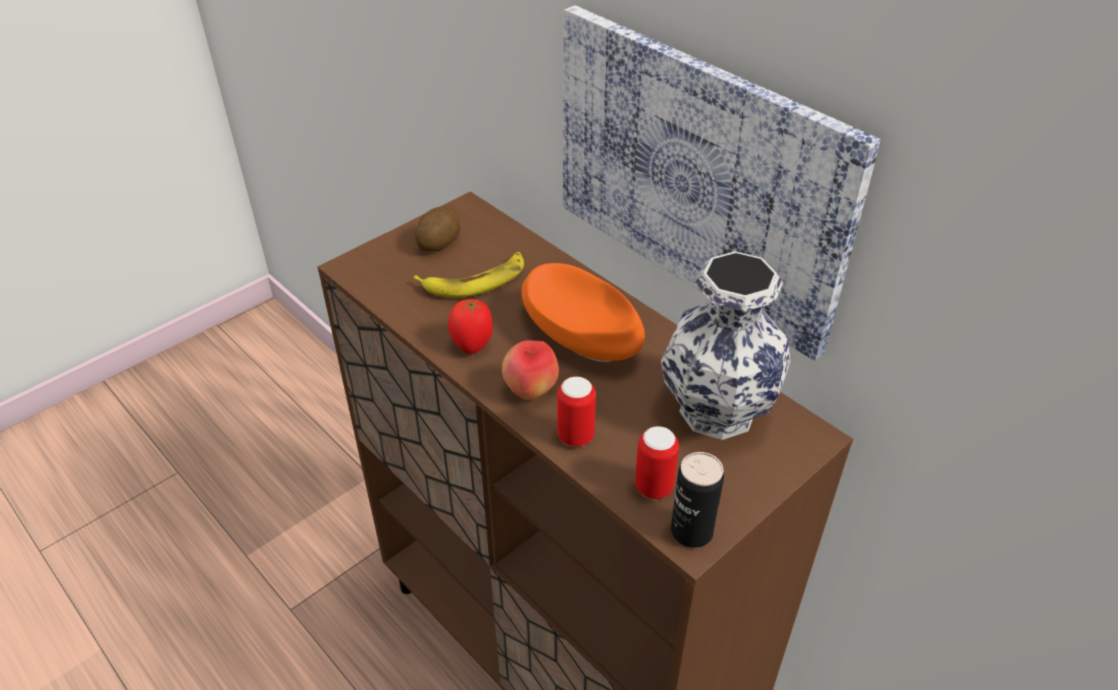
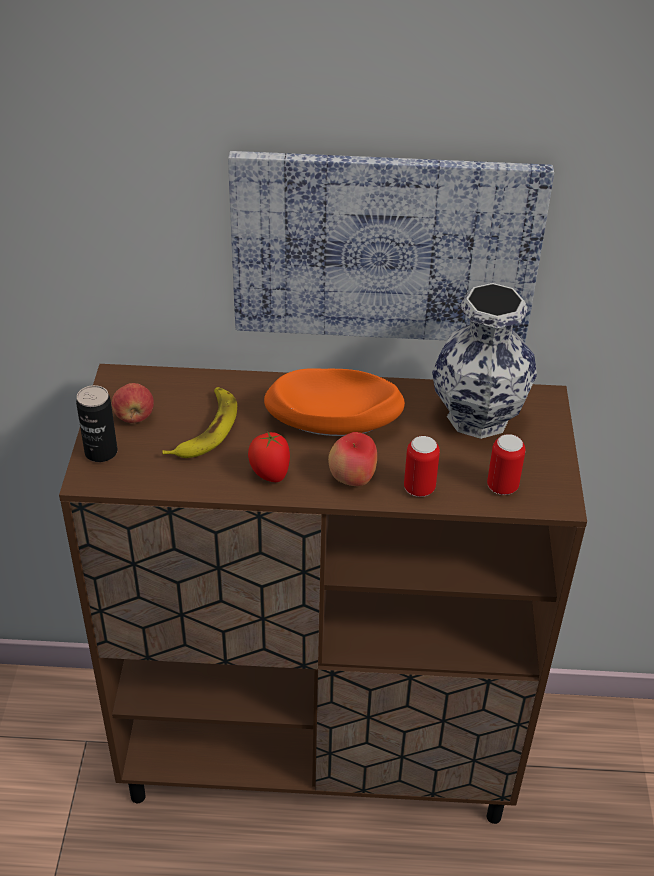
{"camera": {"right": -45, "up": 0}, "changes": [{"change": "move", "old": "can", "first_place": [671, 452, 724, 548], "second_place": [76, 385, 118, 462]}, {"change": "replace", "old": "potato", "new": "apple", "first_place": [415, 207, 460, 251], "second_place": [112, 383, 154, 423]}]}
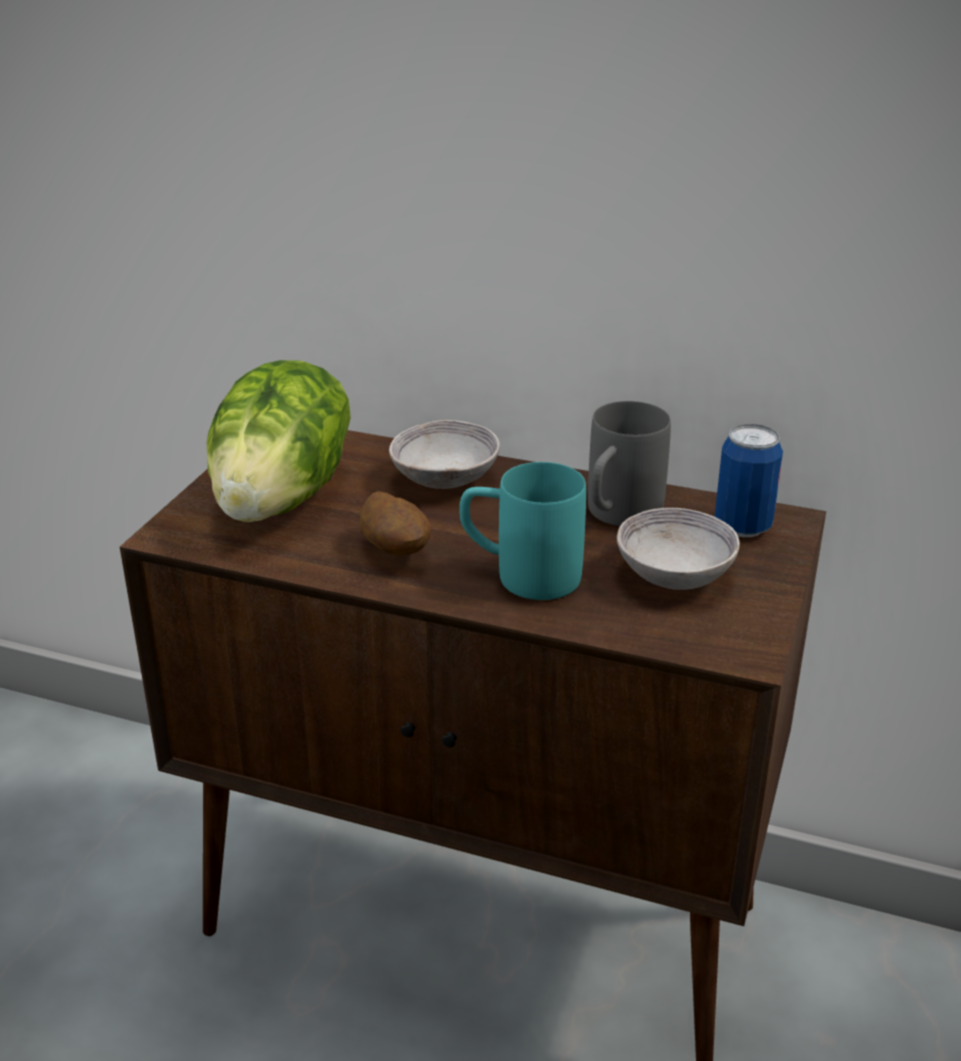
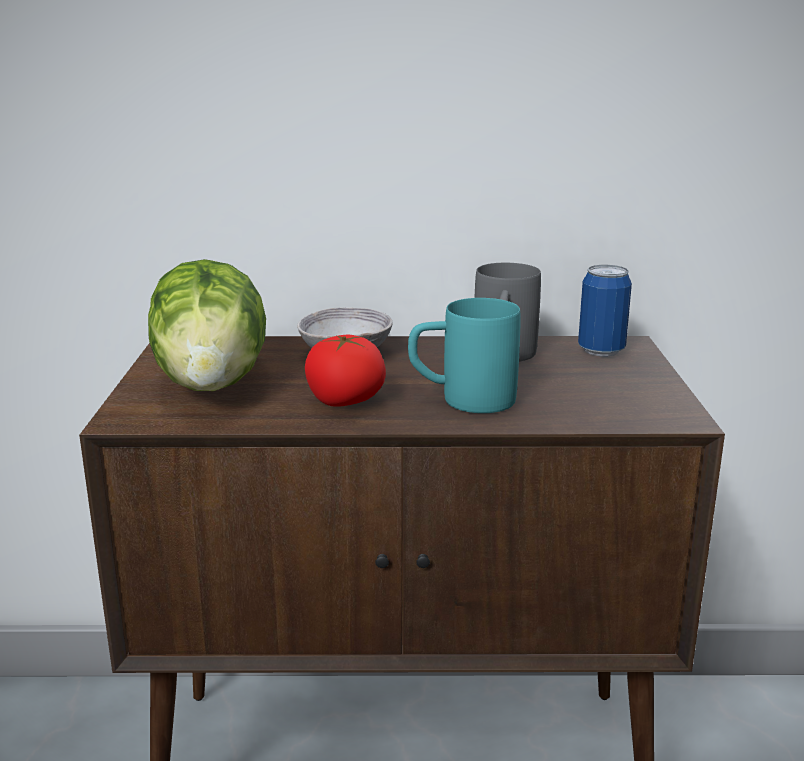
{"camera": {"right": -20, "up": -10}, "changes": [{"change": "delete", "old": "greyish serving bowl", "first_place": [617, 508, 740, 590]}, {"change": "replace", "old": "potato", "new": "tomato", "first_place": [360, 491, 431, 556], "second_place": [305, 335, 386, 407]}]}
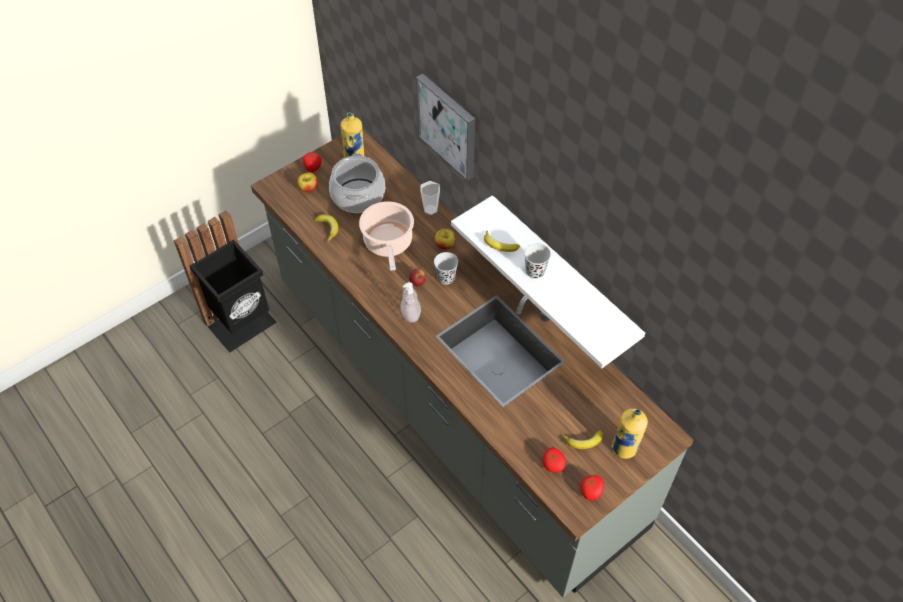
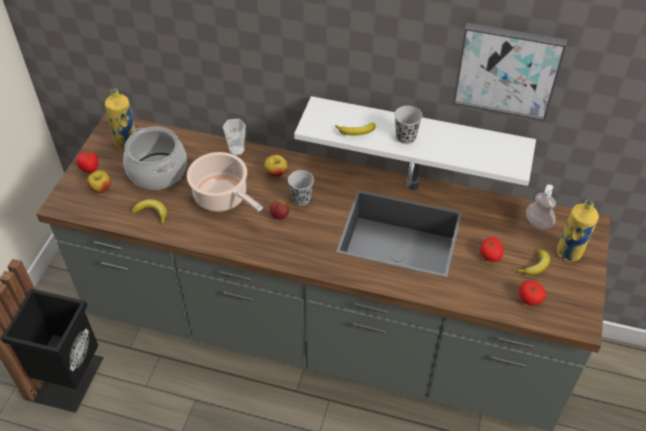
{"camera": {"right": -35, "up": -5}, "changes": [{"change": "move", "old": "soap dispenser", "first_place": [401, 282, 421, 323], "second_place": [526, 184, 556, 230]}, {"change": "move", "old": "wall art", "first_place": [416, 74, 475, 181], "second_place": [453, 23, 567, 121]}, {"change": "move", "old": "tomato", "first_place": [580, 475, 604, 501], "second_place": [480, 237, 503, 262]}]}
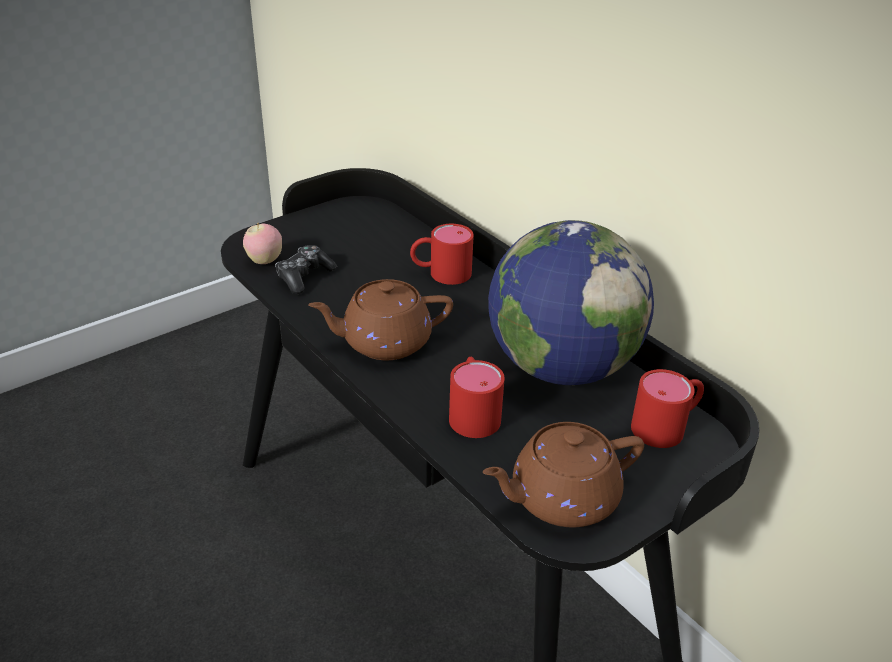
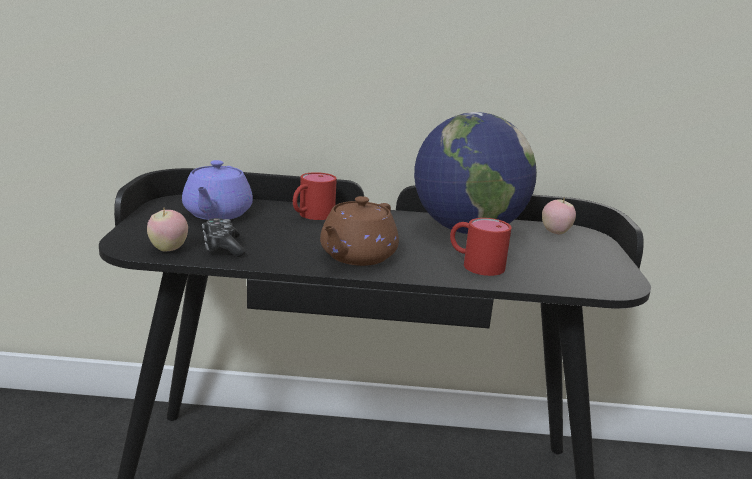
{"camera": {"right": -50, "up": -15}, "changes": [{"change": "delete", "old": "brownish tea pot", "first_place": [483, 422, 644, 528]}, {"change": "insert", "new": "purple tea pot", "second_place": [182, 160, 253, 220]}, {"change": "replace", "old": "red-coloured mug", "new": "apple", "first_place": [631, 369, 704, 448], "second_place": [542, 199, 576, 234]}]}
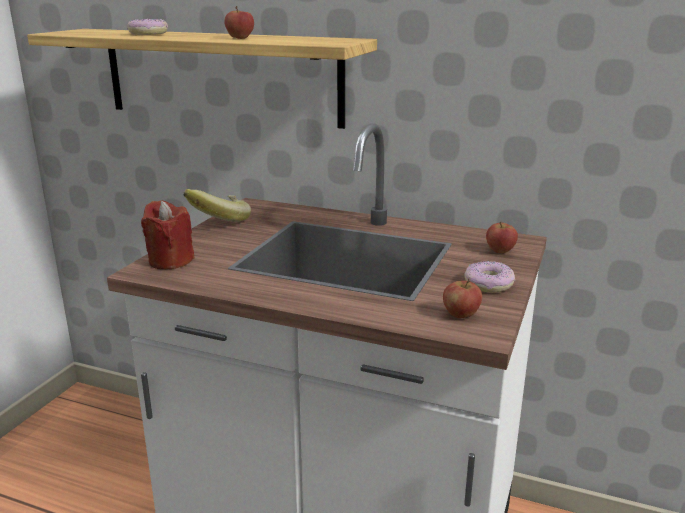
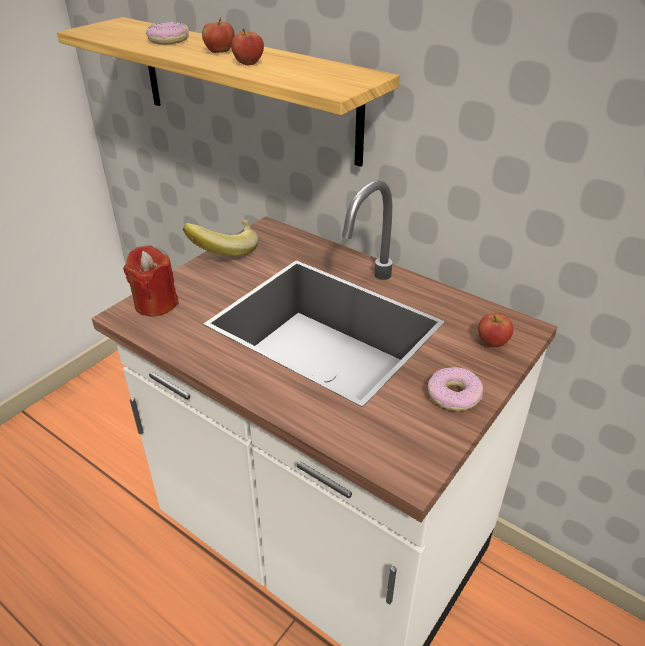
{"camera": {"right": 15, "up": 15}, "changes": [{"change": "move", "old": "apple", "first_place": [443, 278, 482, 318], "second_place": [202, 17, 235, 53]}]}
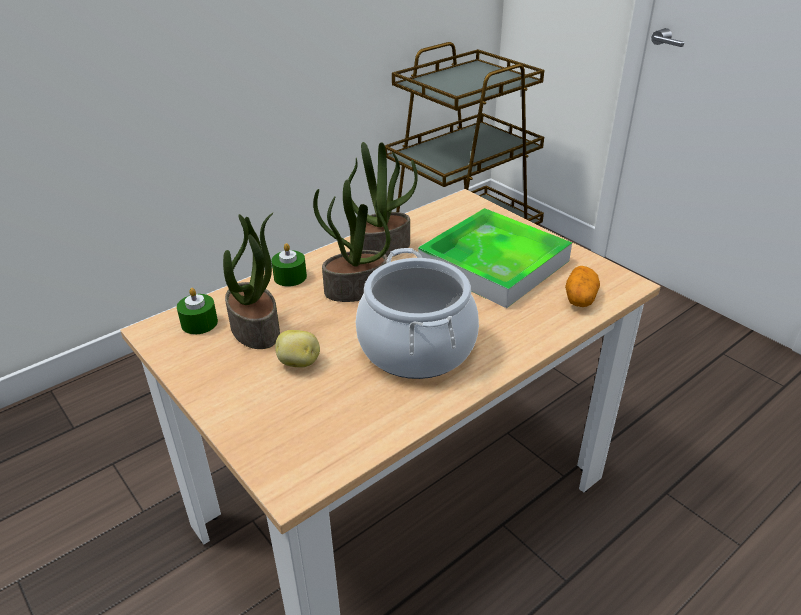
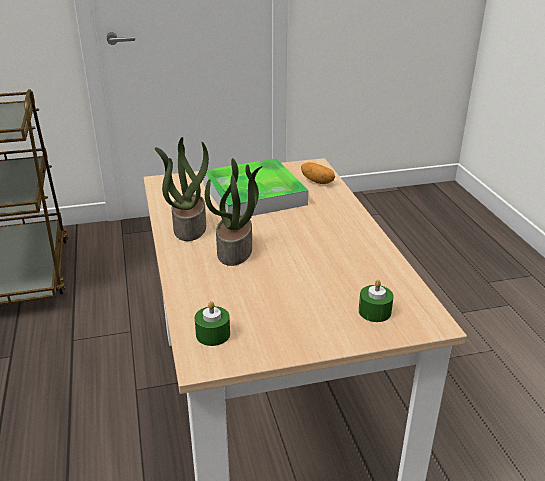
{"camera": {"right": -65, "up": -5}, "changes": [{"change": "delete", "old": "plant in a pot", "first_place": [223, 212, 280, 349]}, {"change": "delete", "old": "potato", "first_place": [275, 330, 320, 368]}, {"change": "delete", "old": "saucepot", "first_place": [356, 248, 479, 379]}, {"change": "move", "old": "green-coloured wax light", "first_place": [272, 243, 307, 287], "second_place": [359, 279, 394, 322]}]}
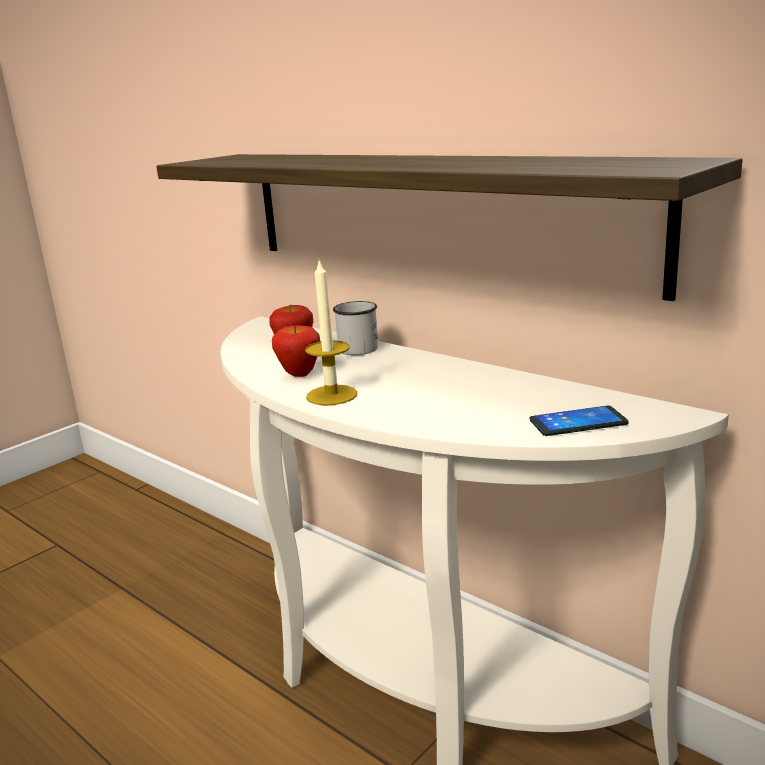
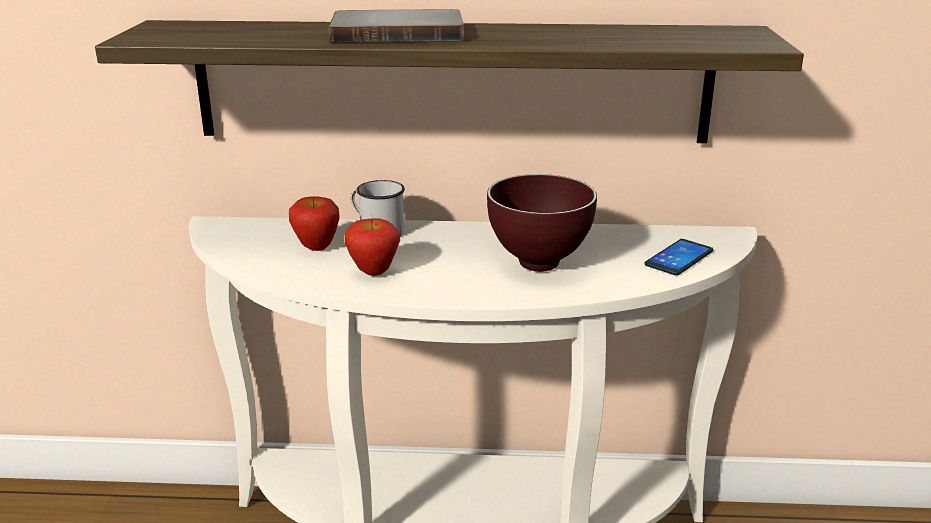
{"camera": {"right": -40, "up": 5}, "changes": [{"change": "delete", "old": "wax light", "first_place": [305, 260, 357, 406]}, {"change": "insert", "new": "greyish bound book", "second_place": [329, 9, 464, 43]}, {"change": "insert", "new": "brownish serving bowl", "second_place": [487, 174, 597, 272]}]}
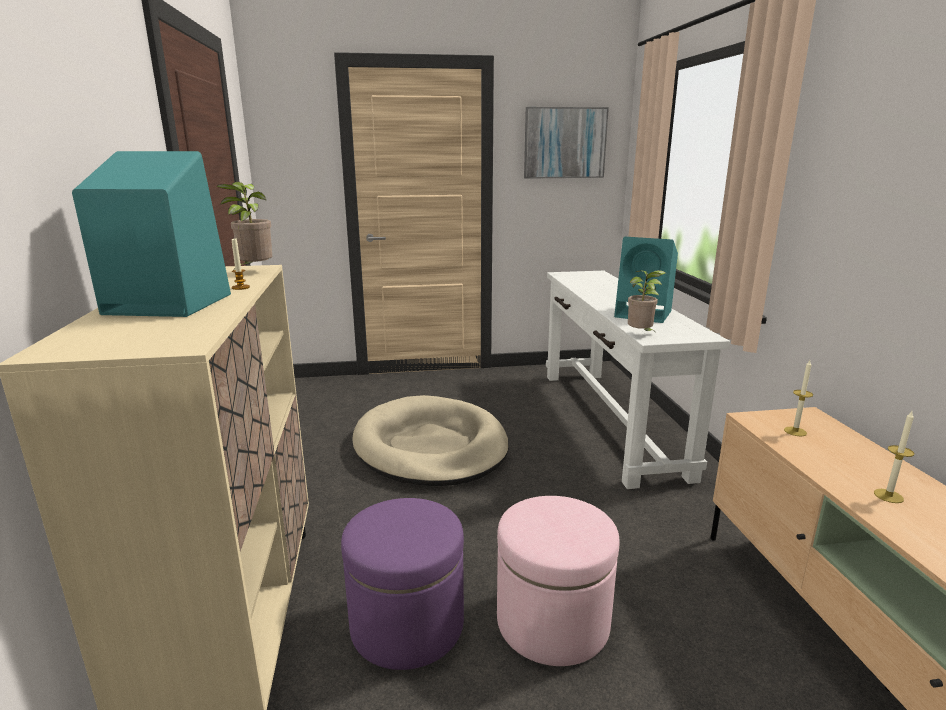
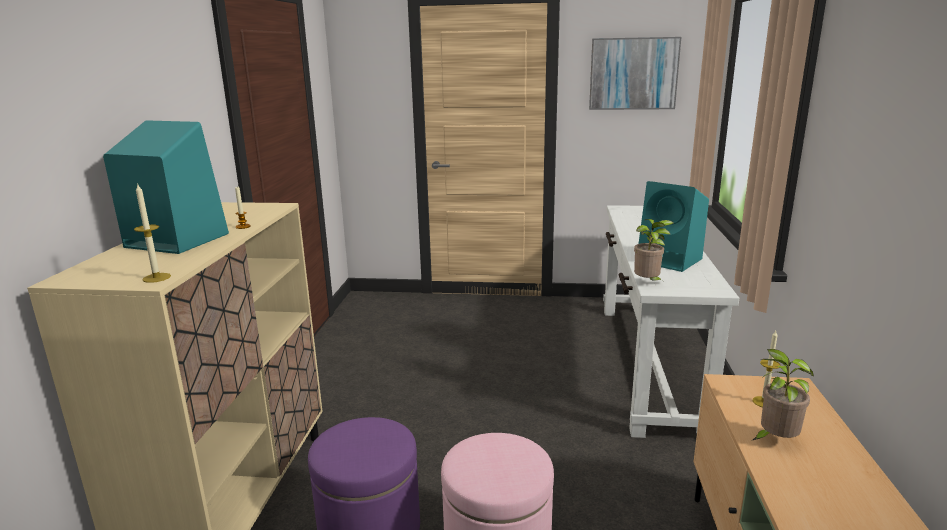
{"camera": {"right": 15, "up": 0}, "changes": [{"change": "delete", "old": "sand-coloured dog bed", "first_place": [352, 395, 509, 486]}, {"change": "move", "old": "plant in a pot", "first_place": [216, 182, 272, 270], "second_place": [753, 349, 814, 440]}, {"change": "move", "old": "wax light", "first_place": [874, 411, 914, 503], "second_place": [134, 183, 171, 283]}]}
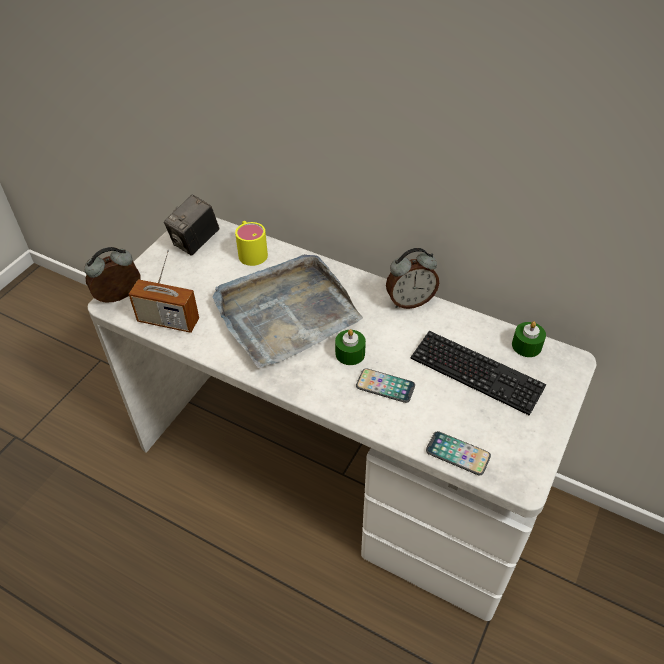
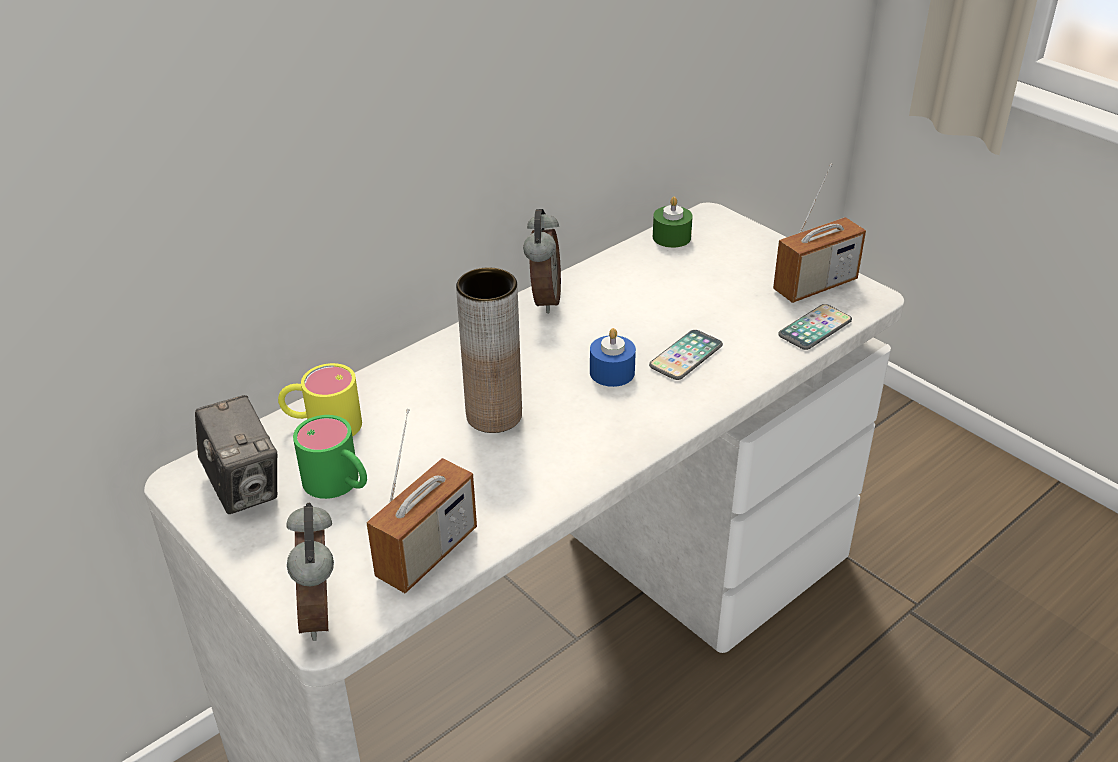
{"camera": {"right": -70, "up": -10}, "changes": [{"change": "delete", "old": "computer keyboard", "first_place": [411, 331, 547, 416]}, {"change": "insert", "new": "green-coloured mug", "second_place": [293, 415, 367, 499]}, {"change": "insert", "new": "radio set", "second_place": [773, 164, 866, 303]}, {"change": "replace", "old": "greyish carrying tray", "new": "brownish decorative vase", "first_place": [212, 254, 363, 368], "second_place": [456, 268, 522, 433]}, {"change": "recolor", "old": "green-coloured wax light", "new": "blue-coloured wax light", "first_place": [335, 329, 366, 365], "second_place": [590, 328, 636, 387]}]}
